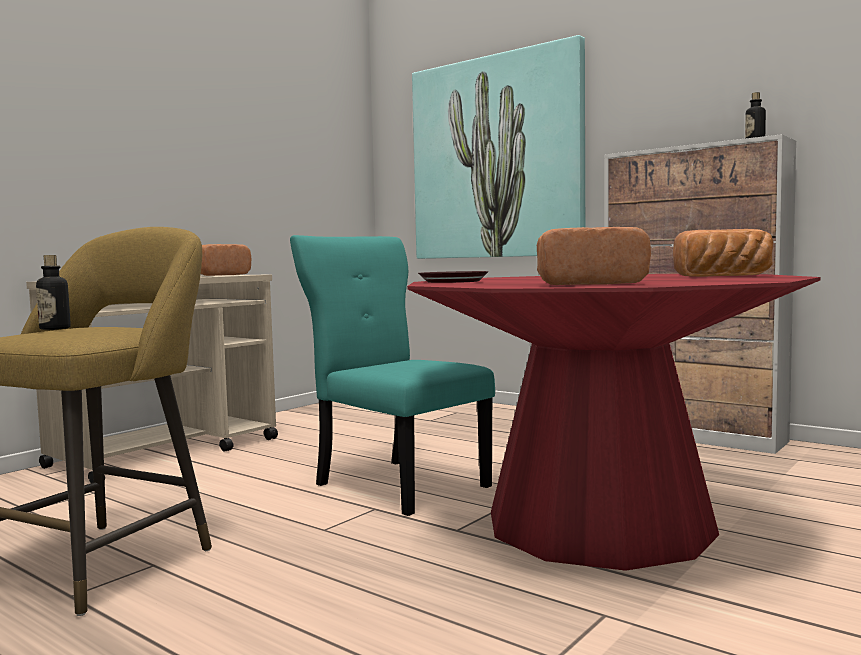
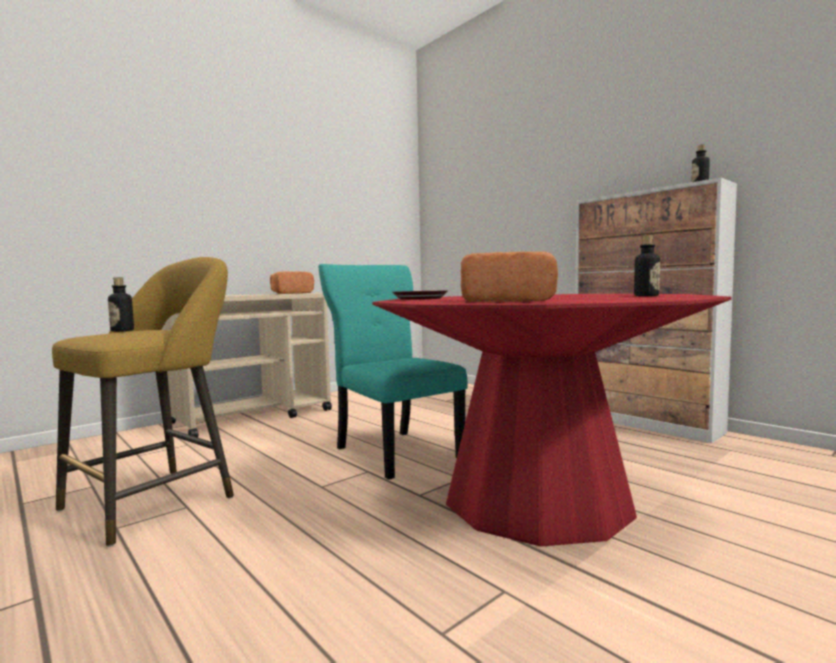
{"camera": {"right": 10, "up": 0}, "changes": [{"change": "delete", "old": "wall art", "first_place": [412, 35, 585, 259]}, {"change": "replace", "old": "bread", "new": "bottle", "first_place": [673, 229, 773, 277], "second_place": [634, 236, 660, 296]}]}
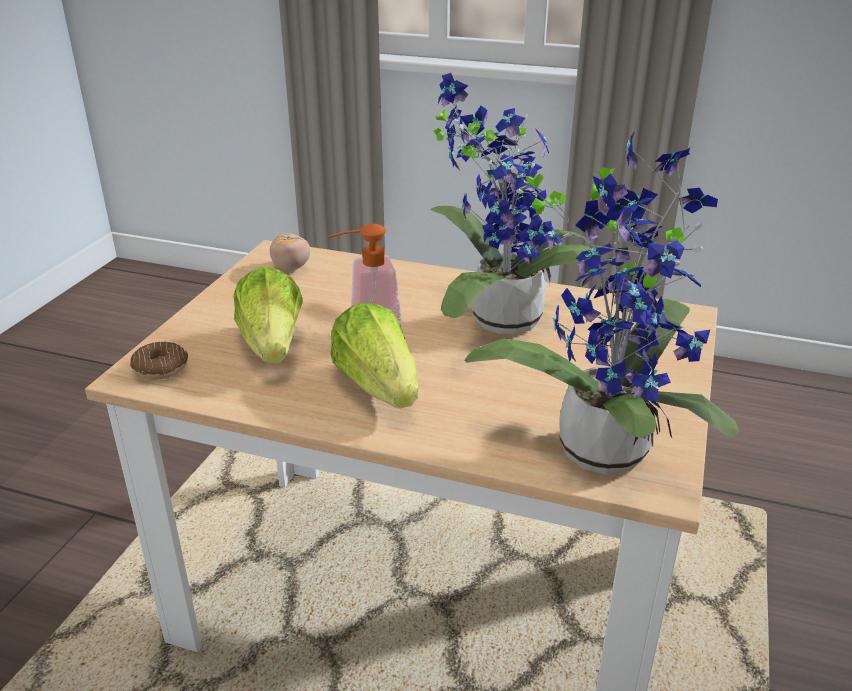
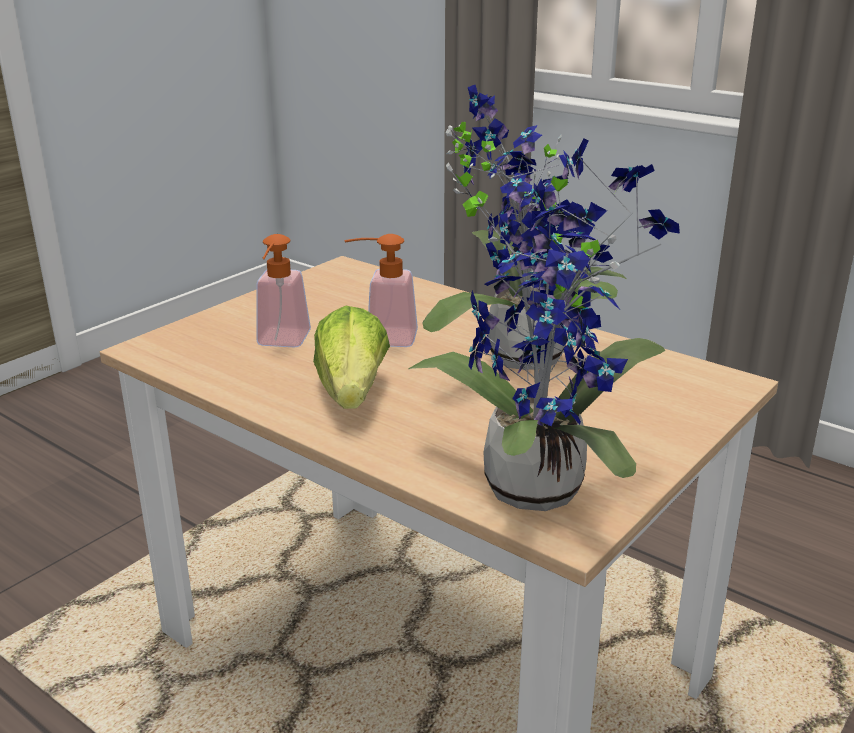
{"camera": {"right": 20, "up": -5}, "changes": [{"change": "delete", "old": "doughnut", "first_place": [130, 342, 188, 380]}, {"change": "delete", "old": "tomato", "first_place": [270, 233, 310, 270]}, {"change": "replace", "old": "lettuce head", "new": "soap dispenser", "first_place": [233, 267, 303, 364], "second_place": [256, 234, 311, 347]}]}
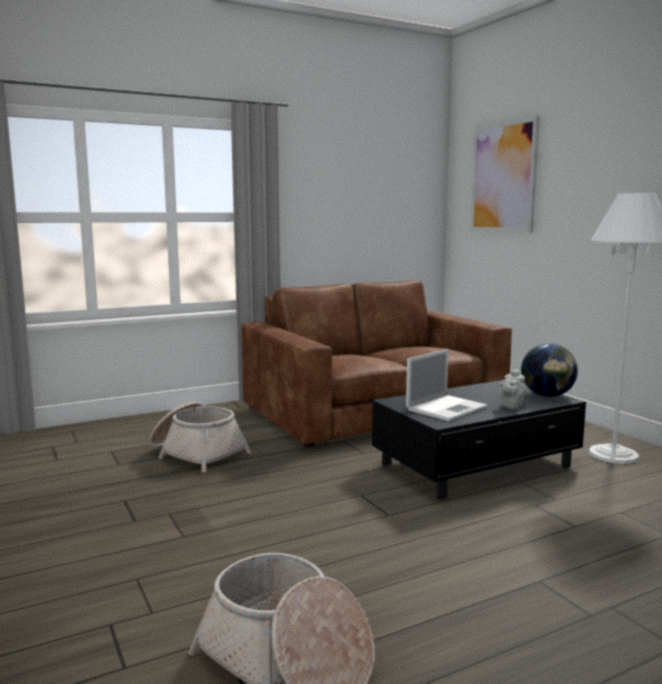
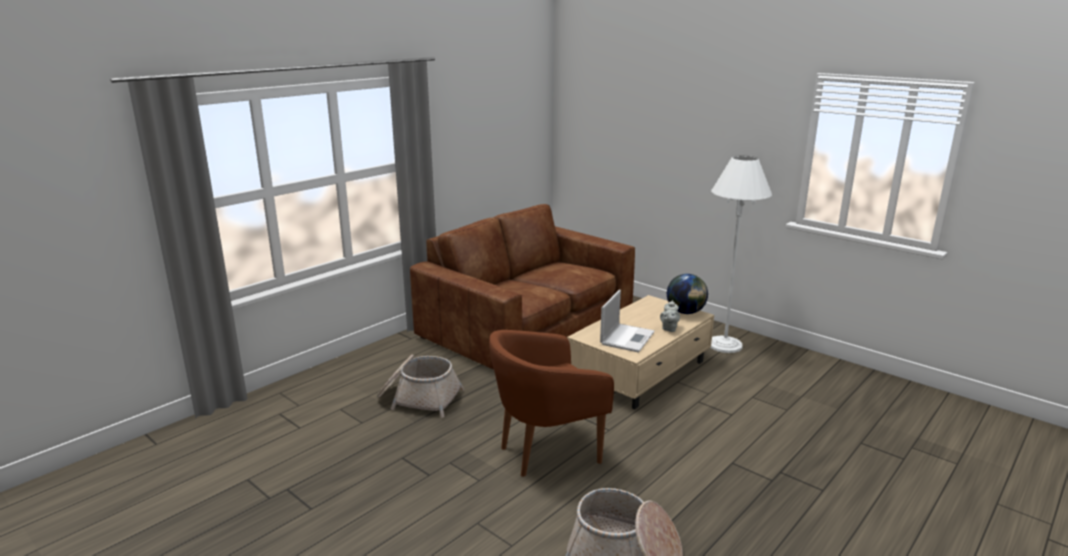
{"camera": {"right": -20, "up": 10}, "changes": [{"change": "delete", "old": "wall art", "first_place": [470, 116, 540, 233]}, {"change": "insert", "new": "brownish armchair", "second_place": [489, 330, 614, 477]}, {"change": "recolor", "old": "blackish lounge table", "new": "sand-coloured lounge table", "first_place": [372, 380, 586, 500], "second_place": [567, 295, 714, 409]}]}
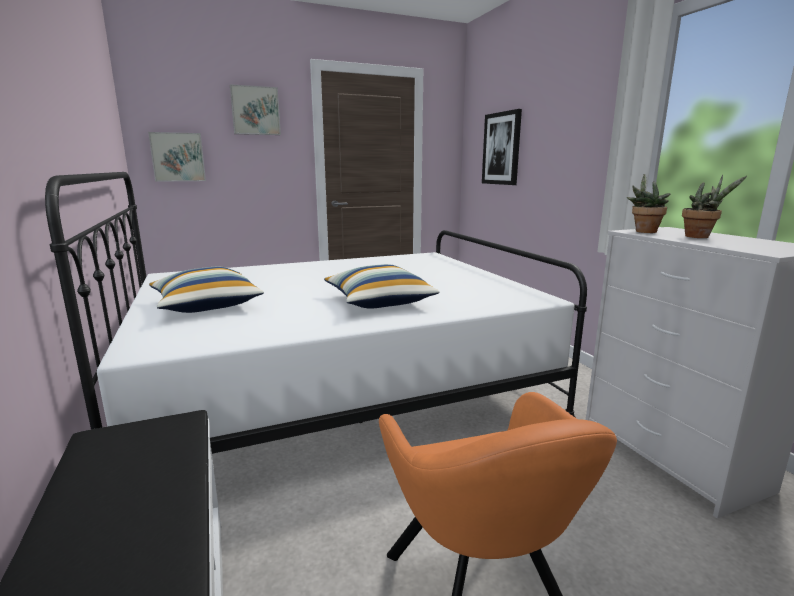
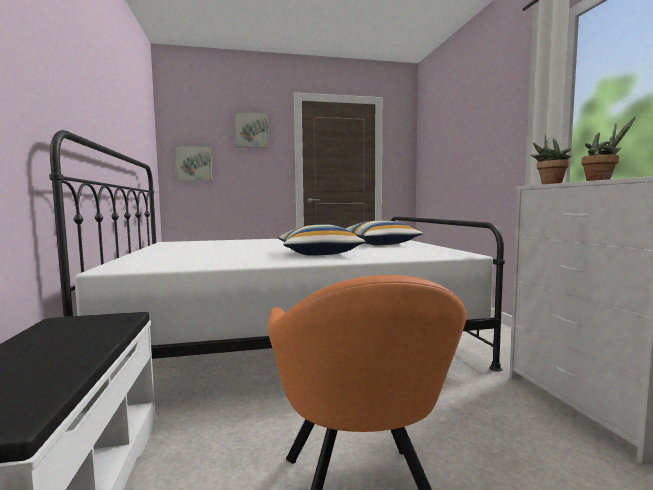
{"camera": {"right": 10, "up": -10}, "changes": [{"change": "delete", "old": "wall art", "first_place": [482, 109, 522, 185]}, {"change": "move", "old": "throw pillow", "first_place": [149, 267, 264, 313], "second_place": [345, 221, 423, 245]}]}
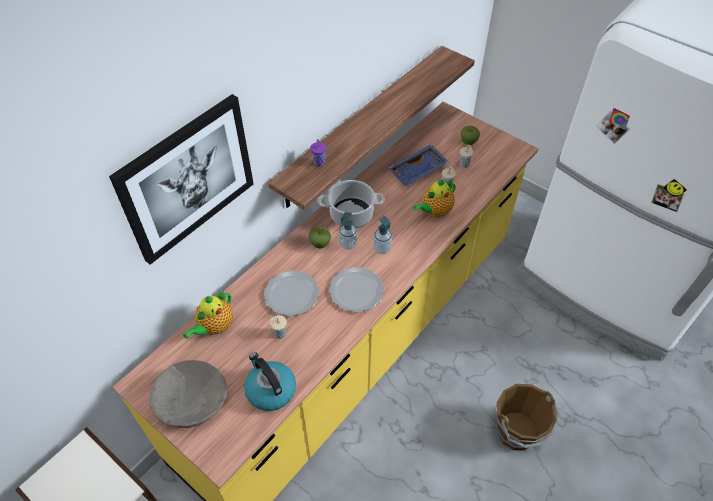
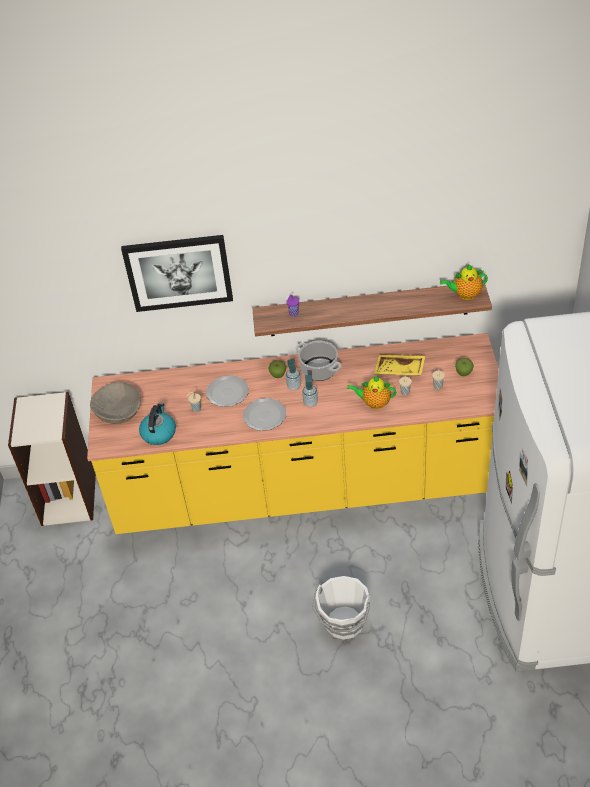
{"camera": {"right": 50, "up": -5}, "changes": [{"change": "move", "old": "tea pot", "first_place": [183, 291, 233, 339], "second_place": [440, 264, 488, 300]}, {"change": "recolor", "old": "blue-coloured carrying tray", "new": "yellow carrying tray", "first_place": [388, 144, 449, 186], "second_place": [374, 355, 426, 375]}, {"change": "recolor", "old": "brownish bucket", "new": "whitish bucket", "first_place": [495, 384, 560, 451], "second_place": [312, 576, 370, 640]}]}
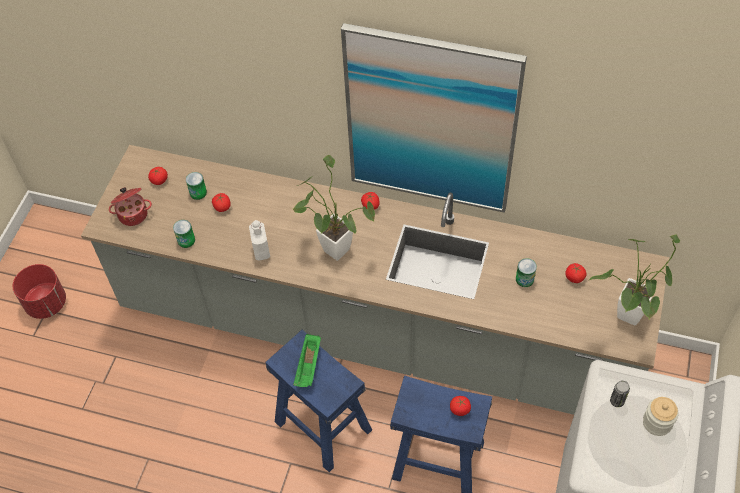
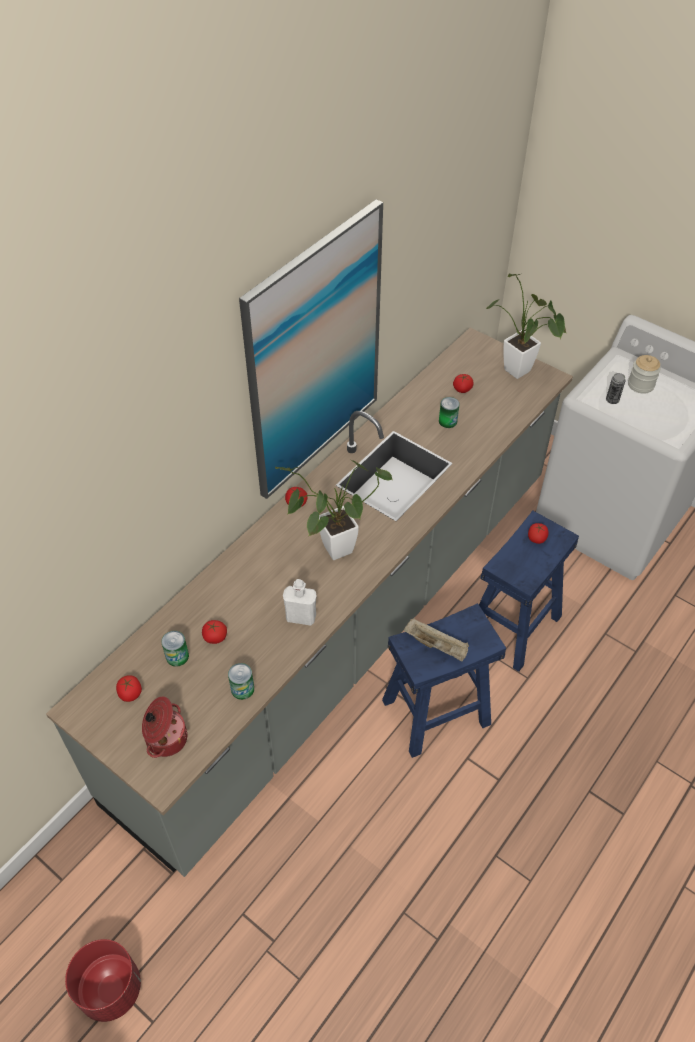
{"camera": {"right": -70, "up": -5}, "changes": [{"change": "recolor", "old": "green-coloured carrying tray", "new": "sand-coloured carrying tray", "first_place": [293, 334, 321, 387], "second_place": [404, 618, 469, 661]}]}
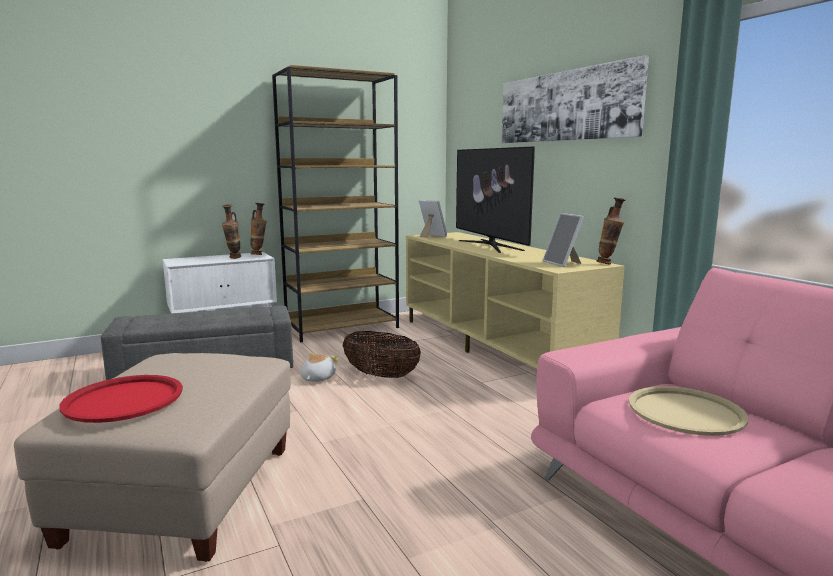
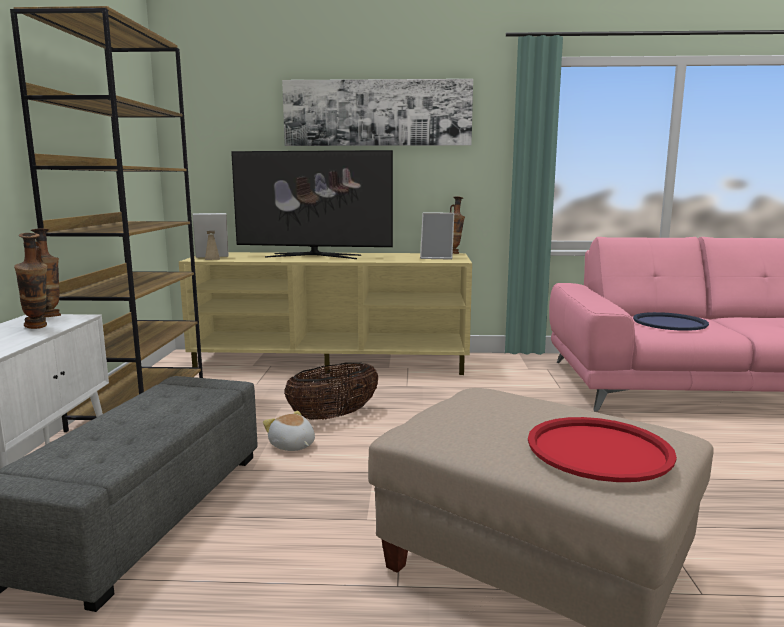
{"camera": {"right": -60, "up": 0}, "changes": [{"change": "recolor", "old": "sand-coloured carrying tray", "new": "blue-coloured carrying tray", "first_place": [629, 386, 748, 436], "second_place": [633, 312, 709, 331]}]}
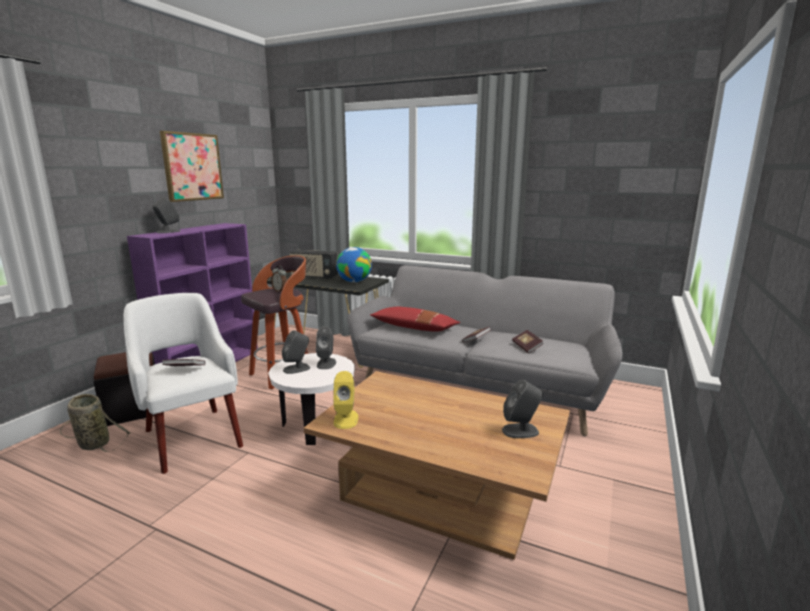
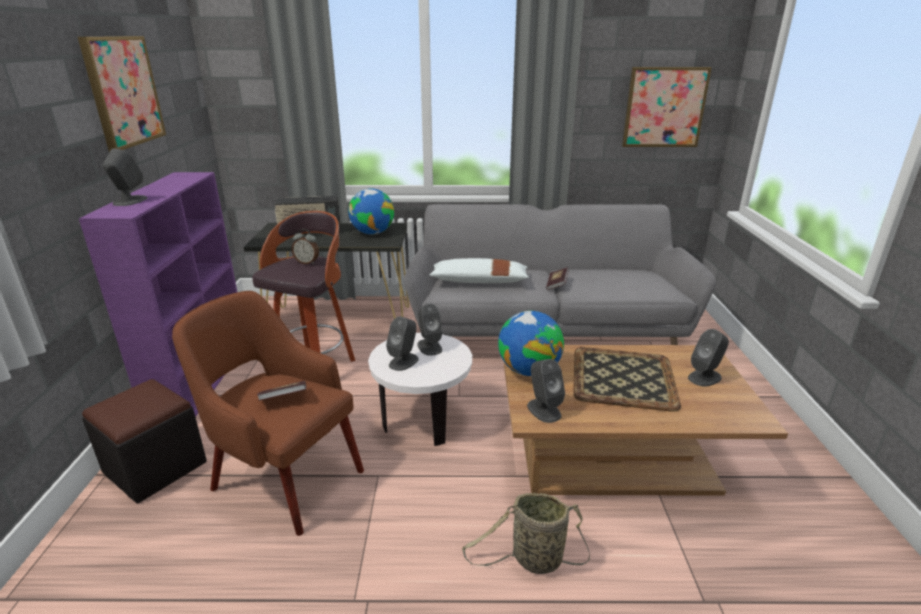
{"camera": {"right": -25, "up": 10}, "changes": [{"change": "delete", "old": "bound book", "first_place": [512, 330, 544, 353]}, {"change": "insert", "new": "globe", "second_place": [498, 311, 564, 376]}, {"change": "insert", "new": "carrying tray", "second_place": [573, 347, 681, 412]}, {"change": "insert", "new": "wall art", "second_place": [622, 67, 712, 147]}, {"change": "move", "old": "storage basket", "first_place": [60, 394, 130, 452], "second_place": [462, 493, 590, 574]}, {"change": "recolor", "old": "whitish armchair", "new": "brownish armchair", "first_place": [123, 293, 243, 474], "second_place": [172, 291, 364, 536]}, {"change": "recolor", "old": "yellow speaker", "new": "greyish speaker", "first_place": [333, 371, 358, 429], "second_place": [527, 359, 565, 423]}, {"change": "recolor", "old": "red-coloured throw pillow", "new": "whitish throw pillow", "first_place": [370, 307, 460, 332], "second_place": [430, 258, 529, 283]}]}
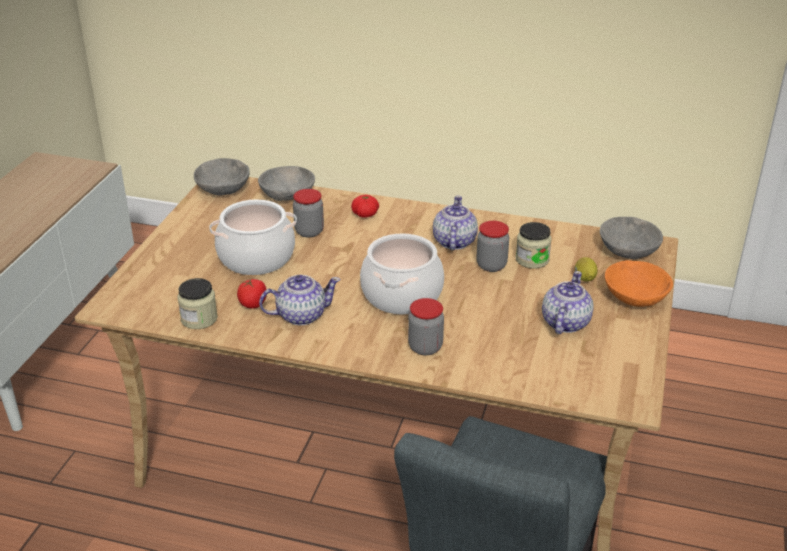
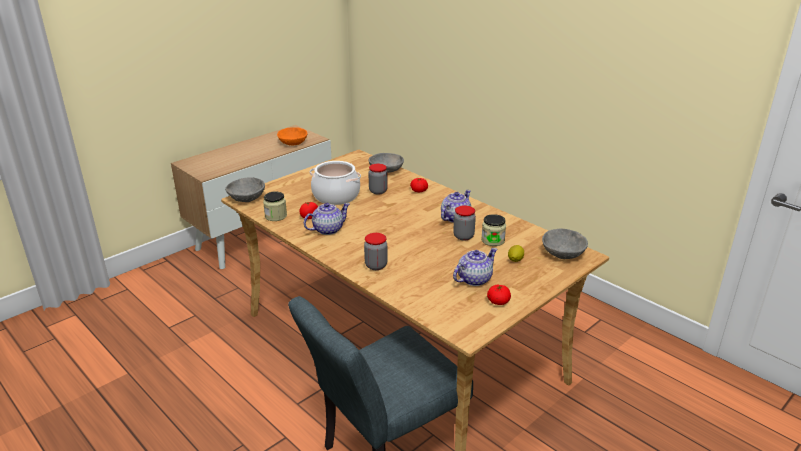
{"camera": {"right": 30, "up": -5}, "changes": [{"change": "delete", "old": "saucepot", "first_place": [360, 233, 444, 314]}, {"change": "insert", "new": "tomato", "second_place": [487, 285, 511, 305]}, {"change": "move", "old": "greyish serving bowl", "first_place": [194, 158, 250, 196], "second_place": [225, 178, 265, 202]}, {"change": "move", "old": "orange-coloured serving bowl", "first_place": [605, 260, 673, 307], "second_place": [277, 127, 308, 145]}, {"change": "rotate", "old": "tea pot", "first_place": [259, 275, 341, 326], "second_place": [304, 203, 350, 235], "degrees": -45}]}
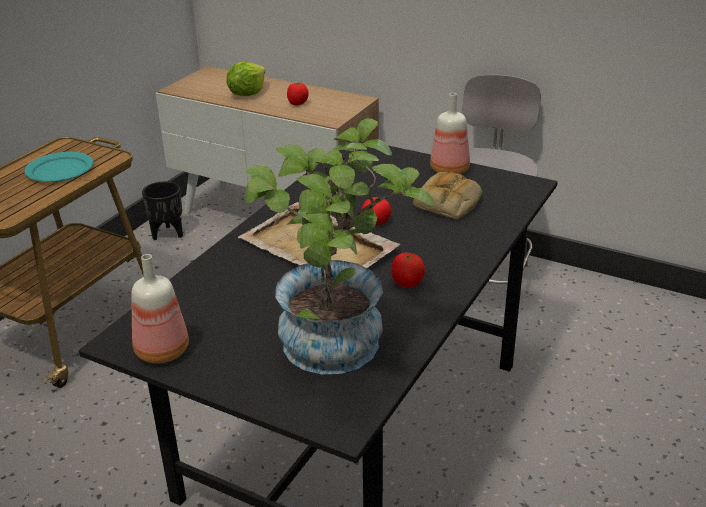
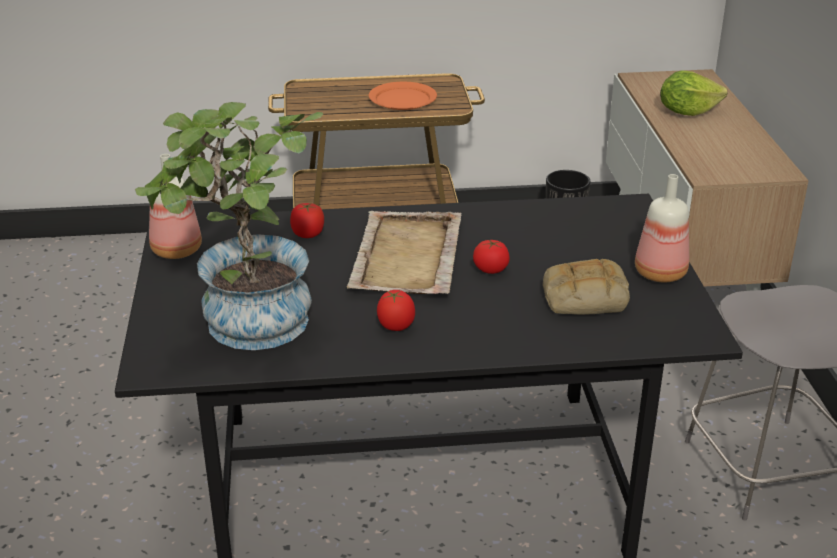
{"camera": {"right": 55, "up": 0}, "changes": [{"change": "move", "old": "tomato", "first_place": [287, 82, 309, 106], "second_place": [290, 203, 324, 238]}, {"change": "recolor", "old": "turquoise flat dish", "new": "orange-coloured flat dish", "first_place": [24, 152, 93, 182], "second_place": [369, 82, 437, 110]}]}
